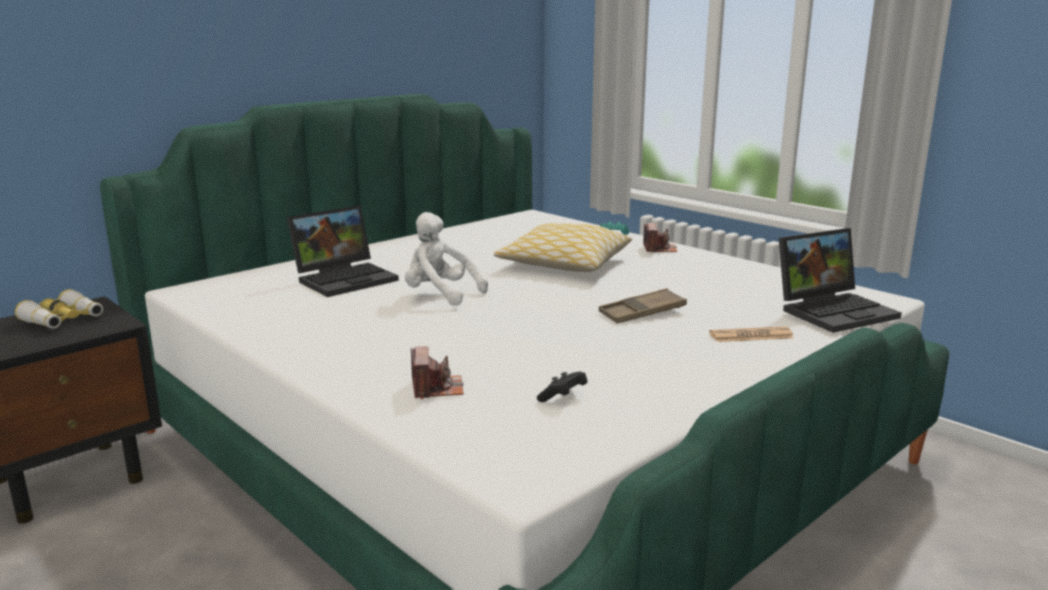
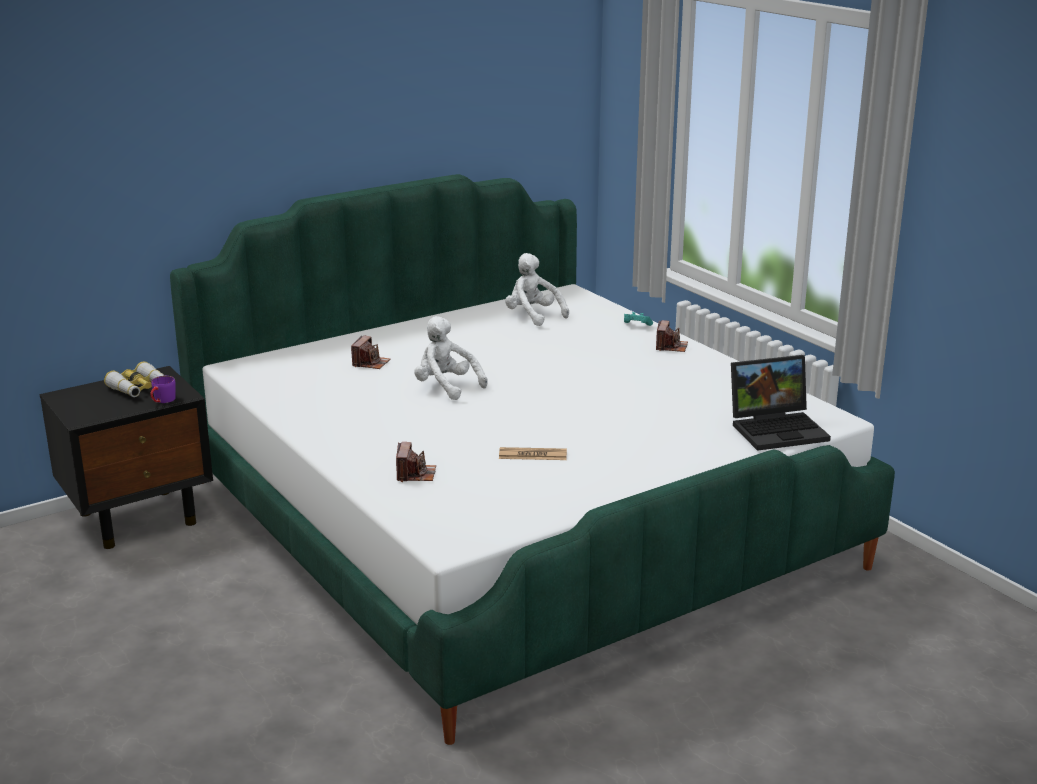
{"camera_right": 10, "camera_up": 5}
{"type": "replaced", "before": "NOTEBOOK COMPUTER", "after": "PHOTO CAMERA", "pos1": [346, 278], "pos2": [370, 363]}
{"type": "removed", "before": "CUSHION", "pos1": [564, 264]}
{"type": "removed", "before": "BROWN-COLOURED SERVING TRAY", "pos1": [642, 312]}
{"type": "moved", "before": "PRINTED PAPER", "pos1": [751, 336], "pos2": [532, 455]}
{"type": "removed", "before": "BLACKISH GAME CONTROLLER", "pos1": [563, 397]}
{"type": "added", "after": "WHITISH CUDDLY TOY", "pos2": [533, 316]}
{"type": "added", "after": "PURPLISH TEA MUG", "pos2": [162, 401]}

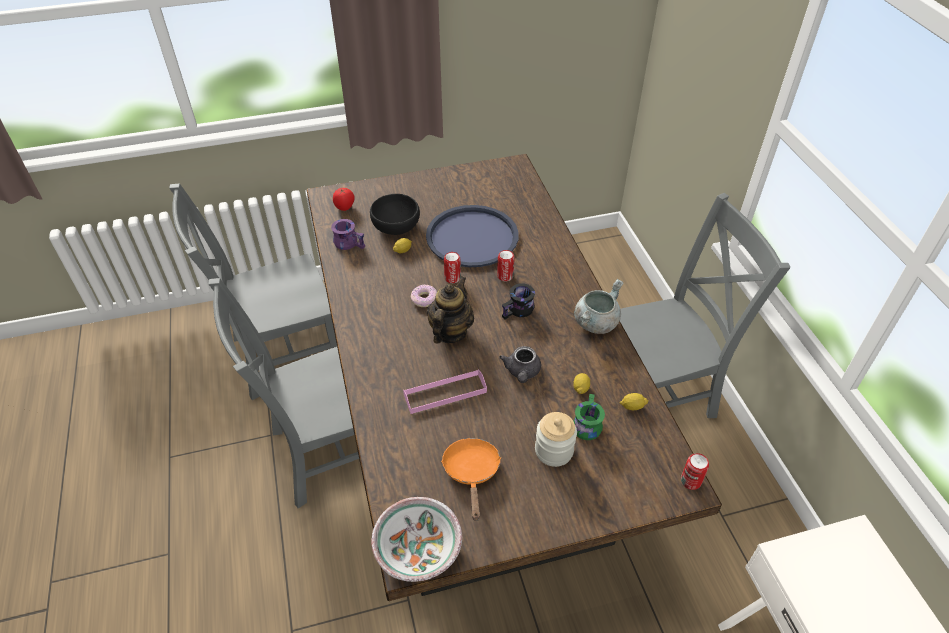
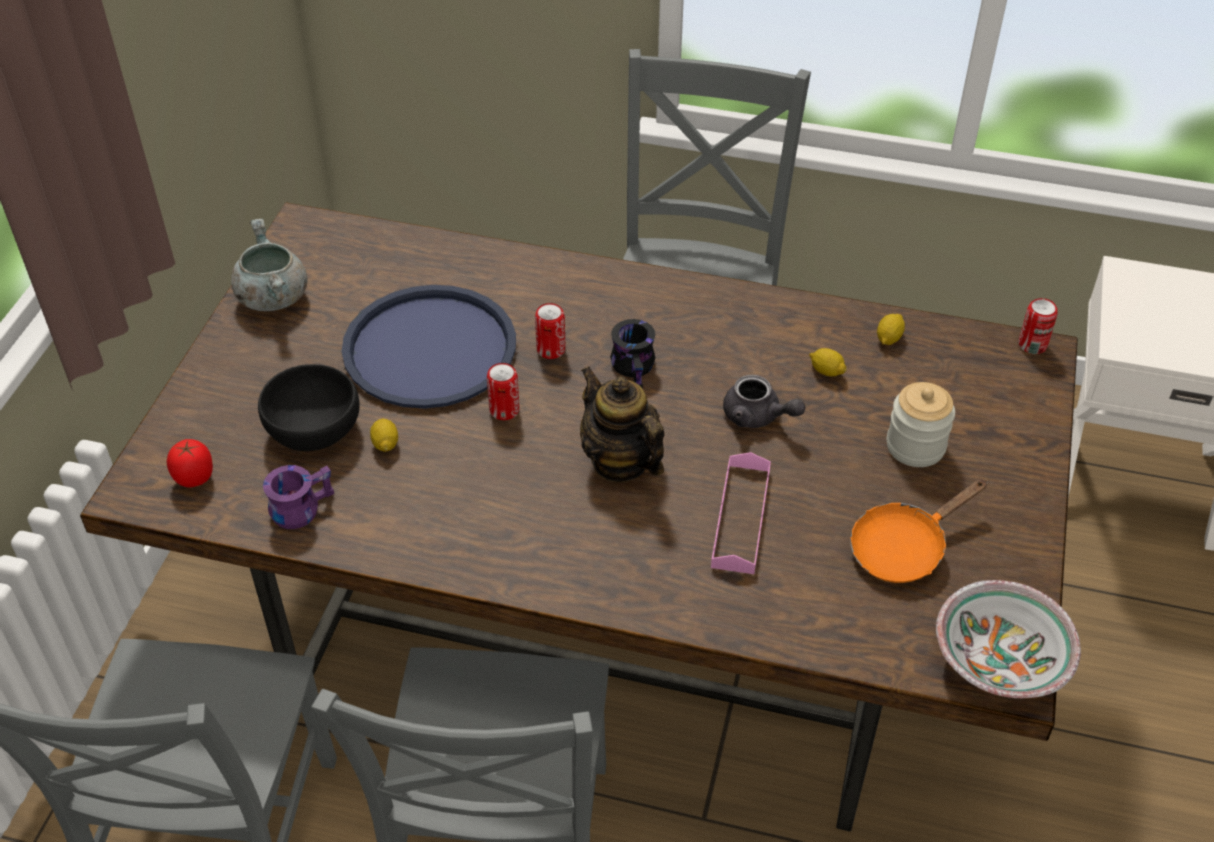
{"camera_right": -60, "camera_up": 0}
{"type": "moved", "before": "GREY STOCKPOT", "pos1": [595, 322], "pos2": [272, 297]}
{"type": "removed", "before": "DOUGHNUT", "pos1": [424, 299]}
{"type": "removed", "before": "GREEN-COLOURED TEA MUG", "pos1": [585, 424]}
{"type": "turned", "before": "ORANGE-COLOURED FRYING PAN", "pos1": [472, 472], "pos2": [904, 547], "turn": -60}

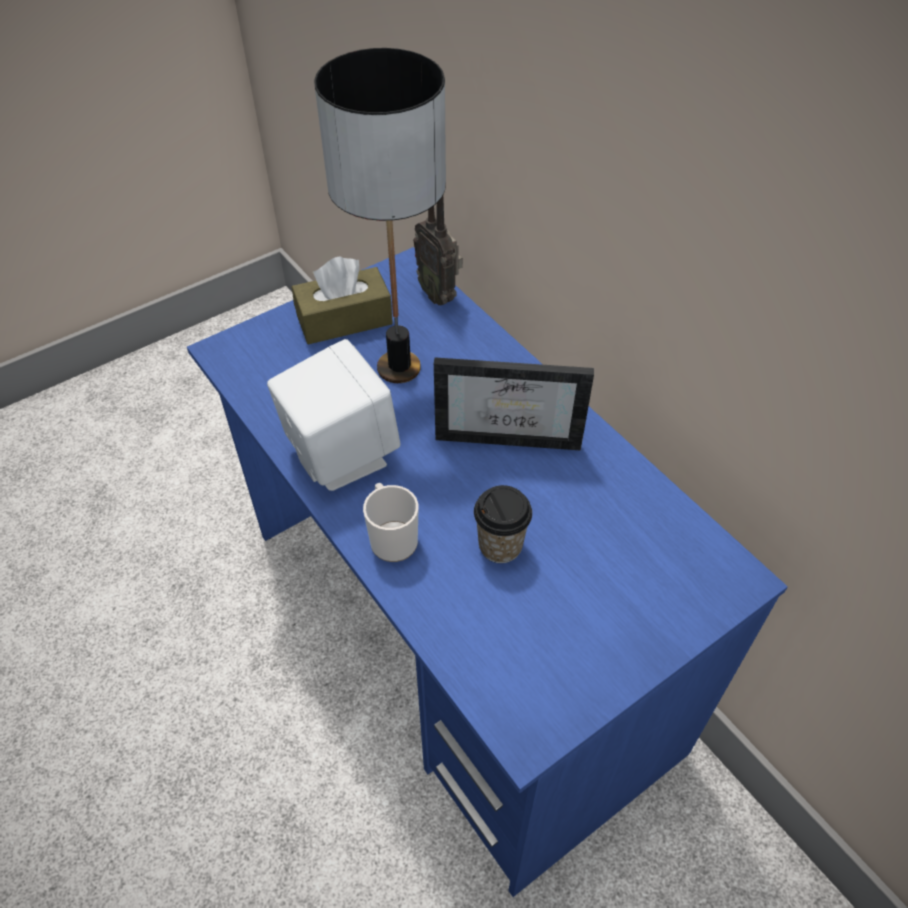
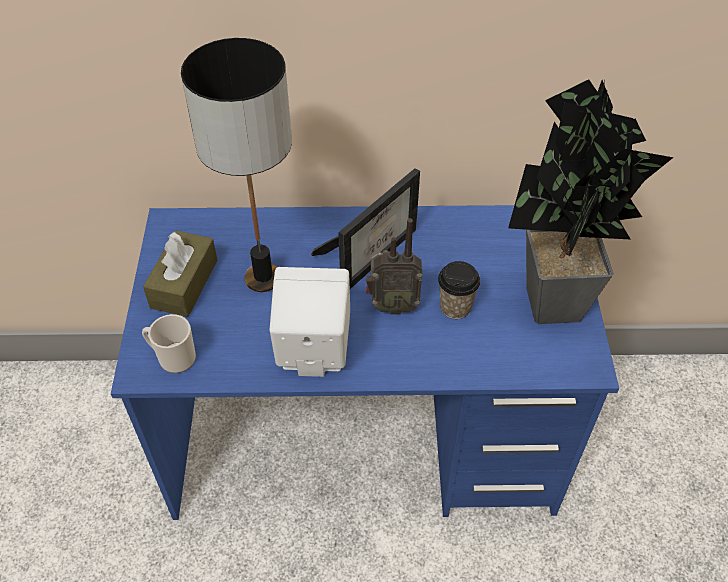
{"camera_right": -55, "camera_up": 0}
{"type": "moved", "before": "RADIO SET", "pos1": [439, 295], "pos2": [392, 305]}
{"type": "moved", "before": "TEA MUG", "pos1": [392, 538], "pos2": [173, 357]}
{"type": "added", "after": "POTTED PLANT", "pos2": [550, 312]}

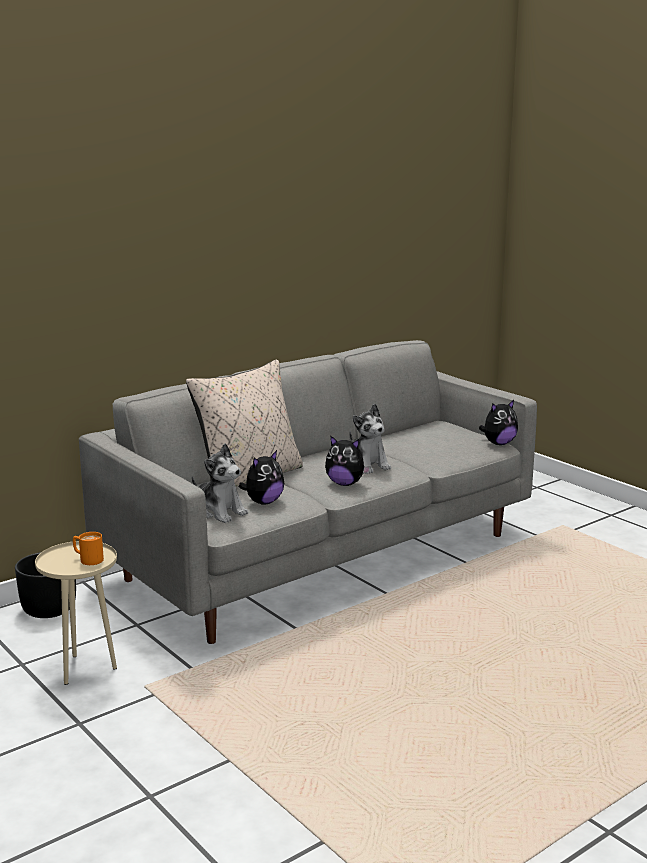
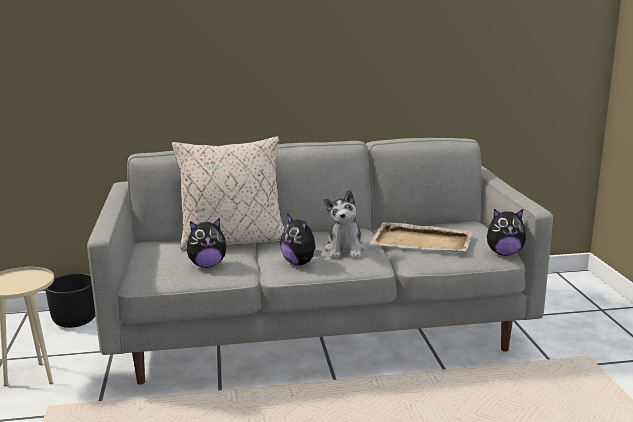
{"camera_right": 30, "camera_up": 0}
{"type": "removed", "before": "CUDDLY TOY", "pos1": [219, 512]}
{"type": "removed", "before": "ORANGE-COLOURED TEA MUG", "pos1": [87, 559]}
{"type": "added", "after": "BEIGE-COLOURED SERVING TRAY", "pos2": [423, 241]}

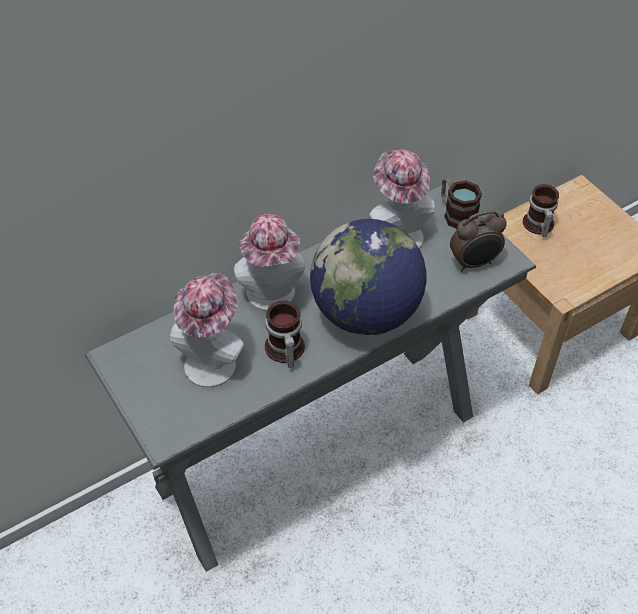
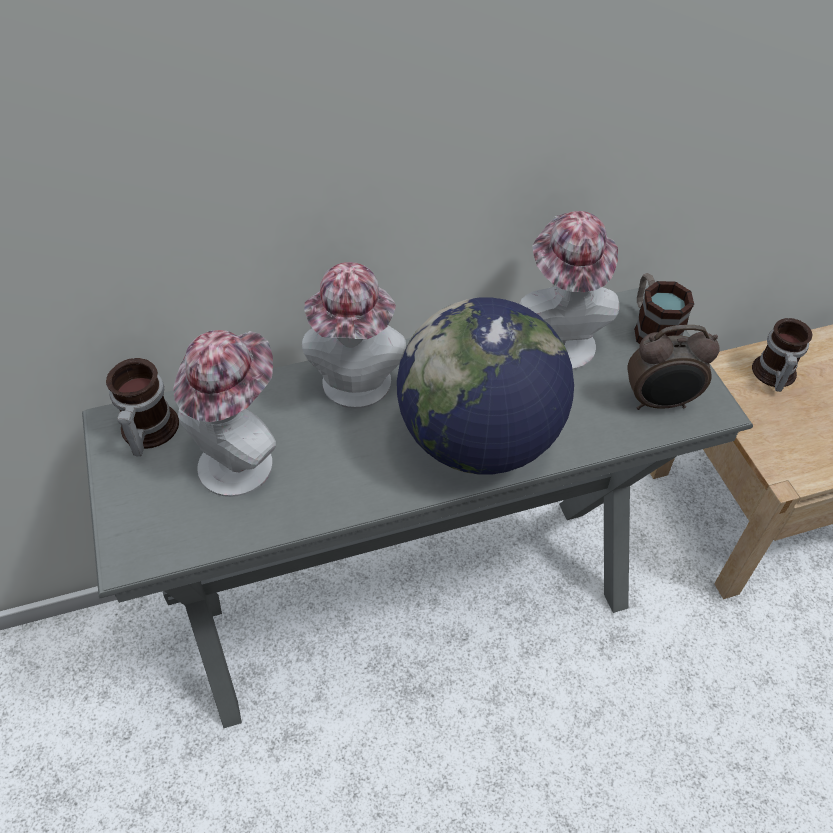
{"camera_right": 15, "camera_up": 0}
{"type": "moved", "before": "TEA MUG", "pos1": [283, 350], "pos2": [146, 431]}

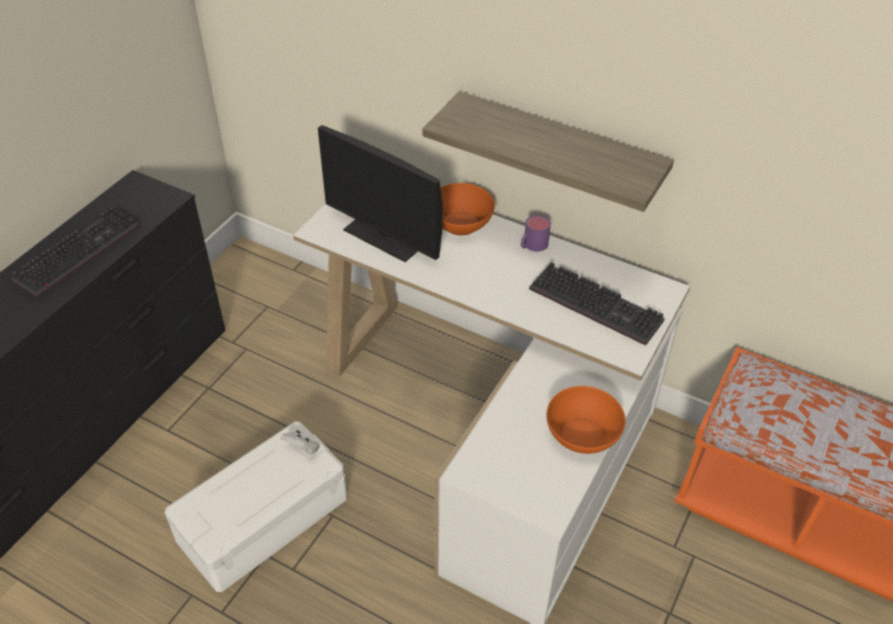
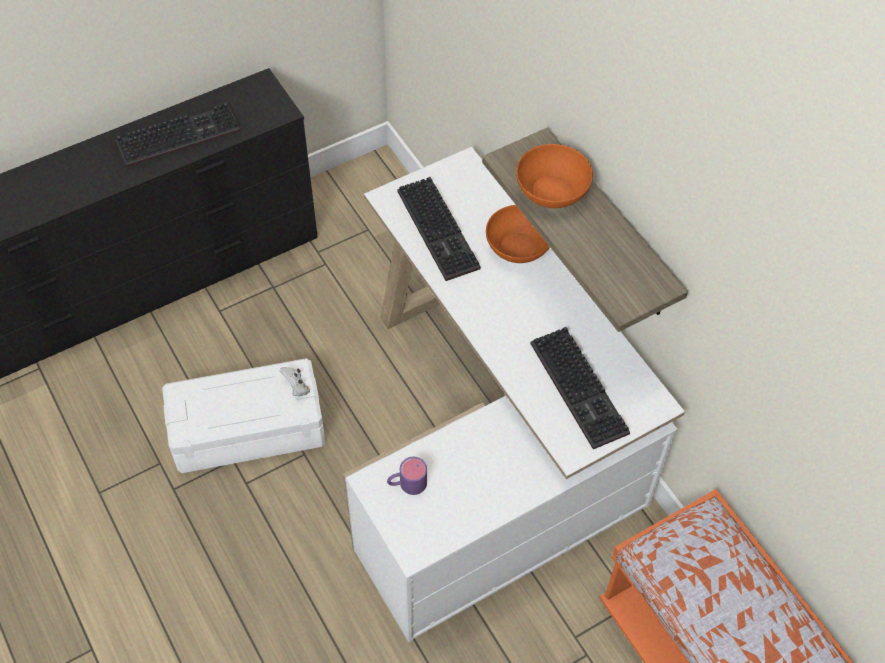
{"camera_right": 30, "camera_up": 10}
{"type": "replaced", "before": "COMPUTER SCREEN", "after": "KEYBOARD", "pos1": [385, 236], "pos2": [441, 230]}
{"type": "moved", "before": "PURPLISH TEA MUG", "pos1": [532, 246], "pos2": [407, 484]}
{"type": "moved", "before": "ORANGE-COLOURED DEEP DISH", "pos1": [582, 435], "pos2": [552, 192]}

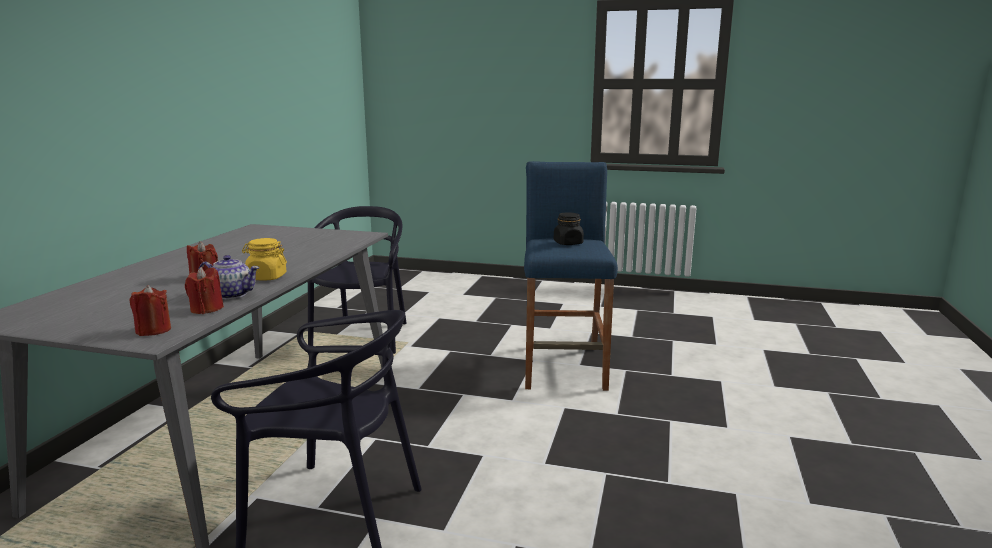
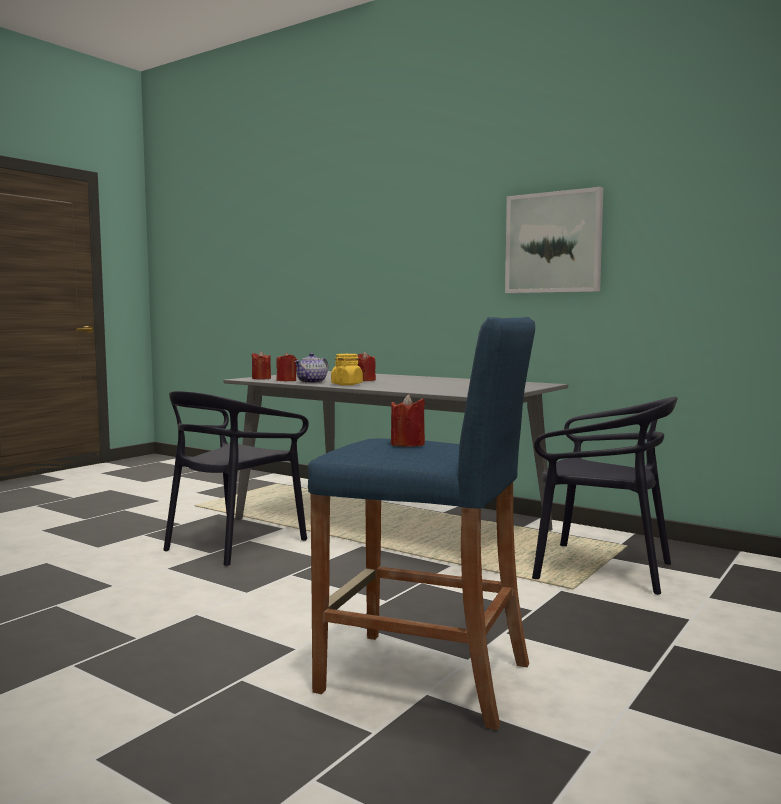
{"camera_right": 110, "camera_up": -10}
{"type": "replaced", "before": "BLACKISH PRESERVE JAR", "after": "REDDISH WAX CANDLE", "pos1": [568, 243], "pos2": [407, 444]}
{"type": "added", "after": "PICTURE", "pos2": [553, 242]}

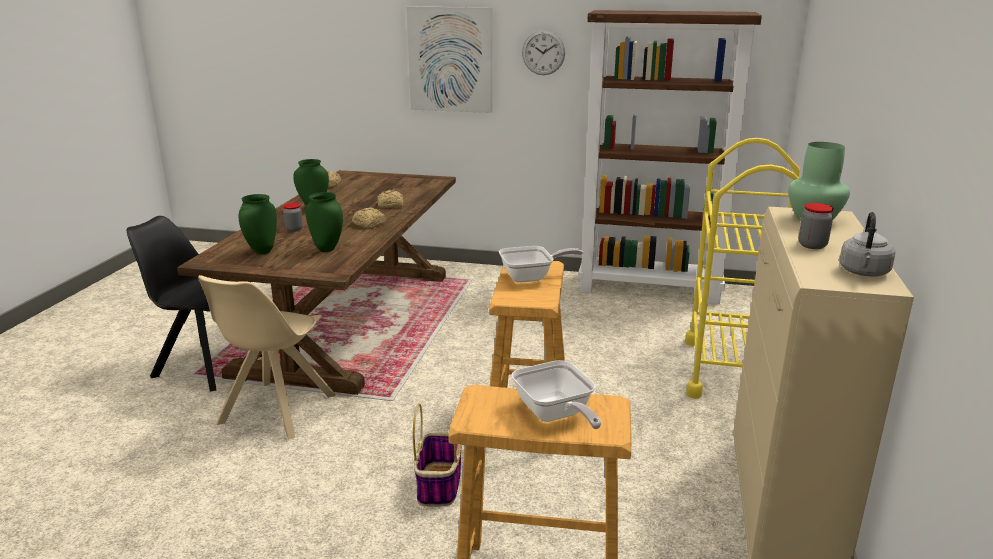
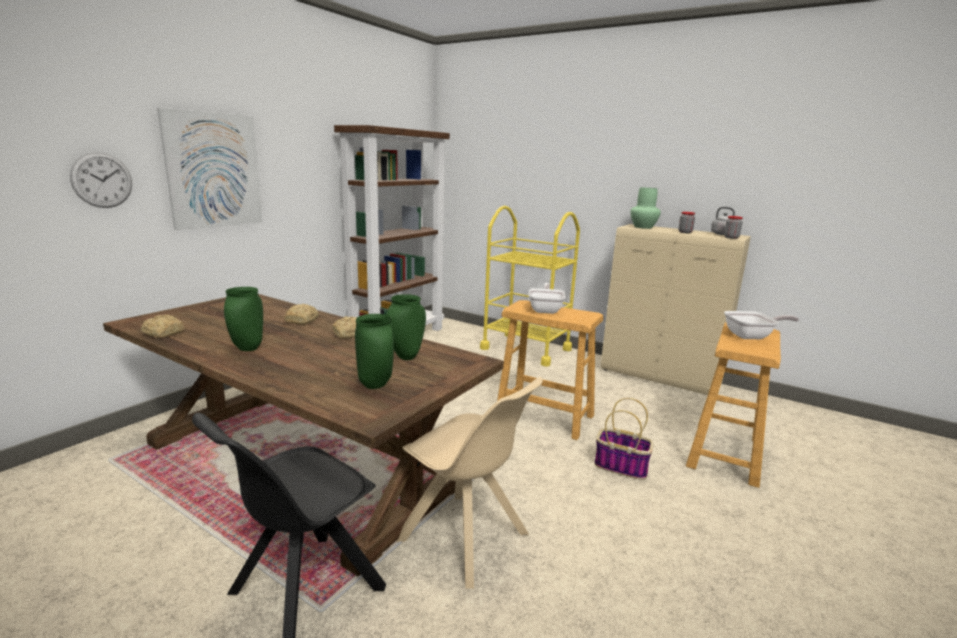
{"camera_right": -70, "camera_up": -5}
{"type": "moved", "before": "WALL CLOCK", "pos1": [543, 52], "pos2": [102, 180]}
{"type": "moved", "before": "PRESERVE JAR", "pos1": [294, 229], "pos2": [731, 238]}

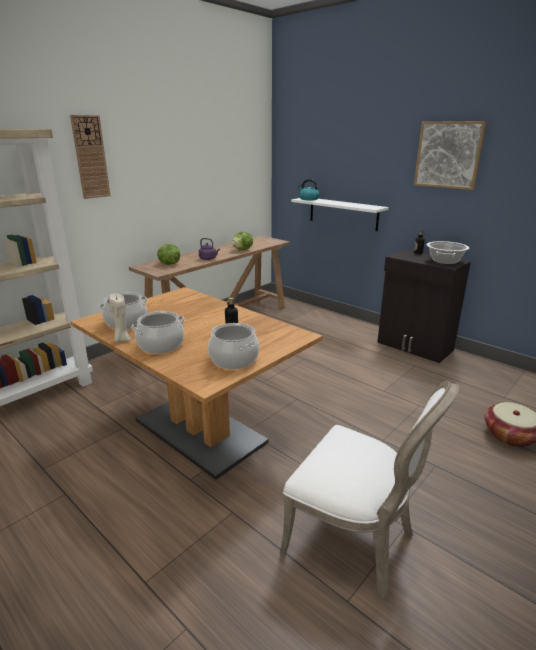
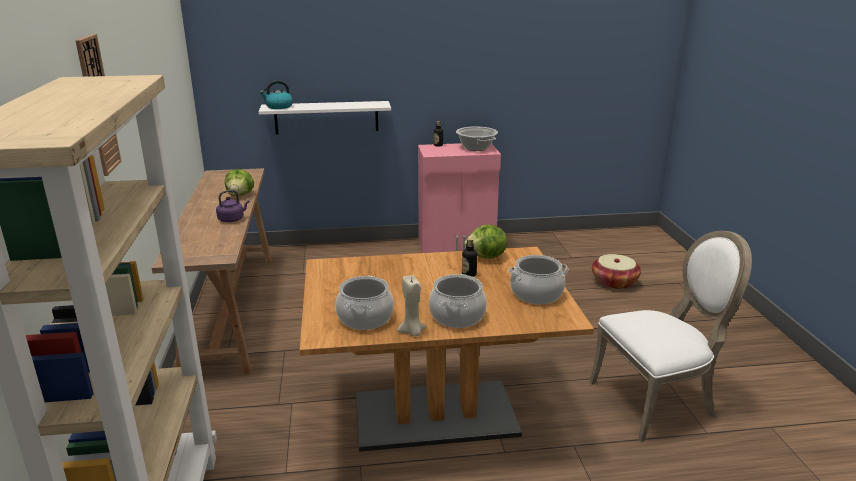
{"camera_right": -50, "camera_up": 0}
{"type": "removed", "before": "PICTURE", "pos1": [448, 155]}
{"type": "moved", "before": "LETTUCE", "pos1": [168, 264], "pos2": [486, 257]}
{"type": "recoloured", "before": "BLACKISH STORAGE CABINET", "after": "PINK STORAGE CABINET", "pos1": [414, 347], "pos2": [457, 246]}

